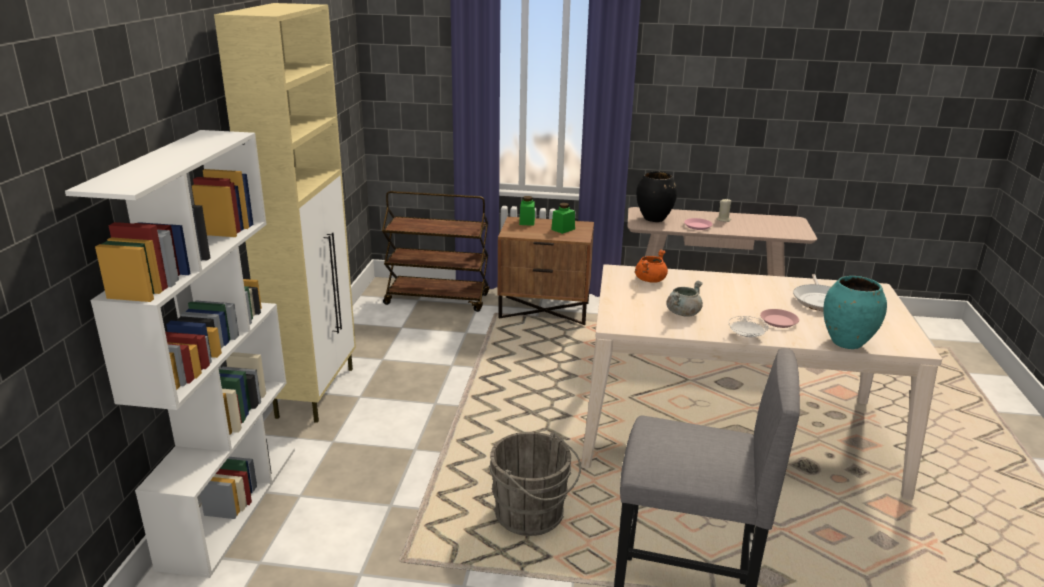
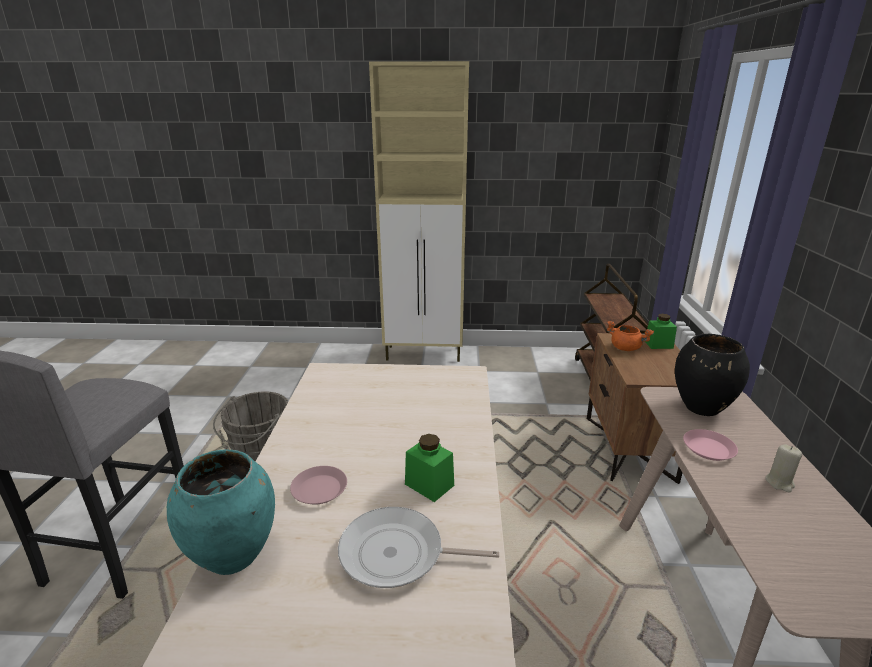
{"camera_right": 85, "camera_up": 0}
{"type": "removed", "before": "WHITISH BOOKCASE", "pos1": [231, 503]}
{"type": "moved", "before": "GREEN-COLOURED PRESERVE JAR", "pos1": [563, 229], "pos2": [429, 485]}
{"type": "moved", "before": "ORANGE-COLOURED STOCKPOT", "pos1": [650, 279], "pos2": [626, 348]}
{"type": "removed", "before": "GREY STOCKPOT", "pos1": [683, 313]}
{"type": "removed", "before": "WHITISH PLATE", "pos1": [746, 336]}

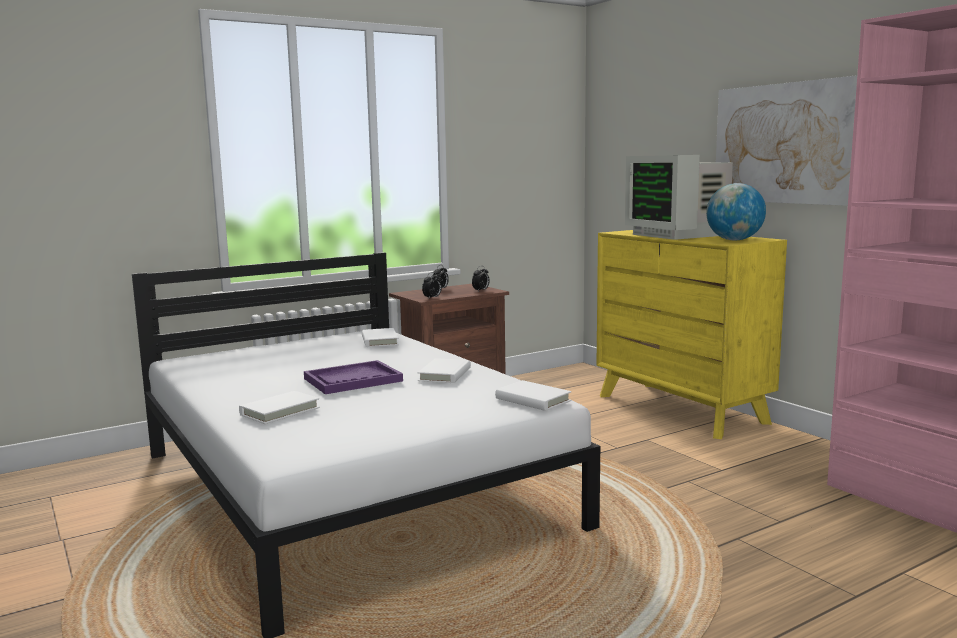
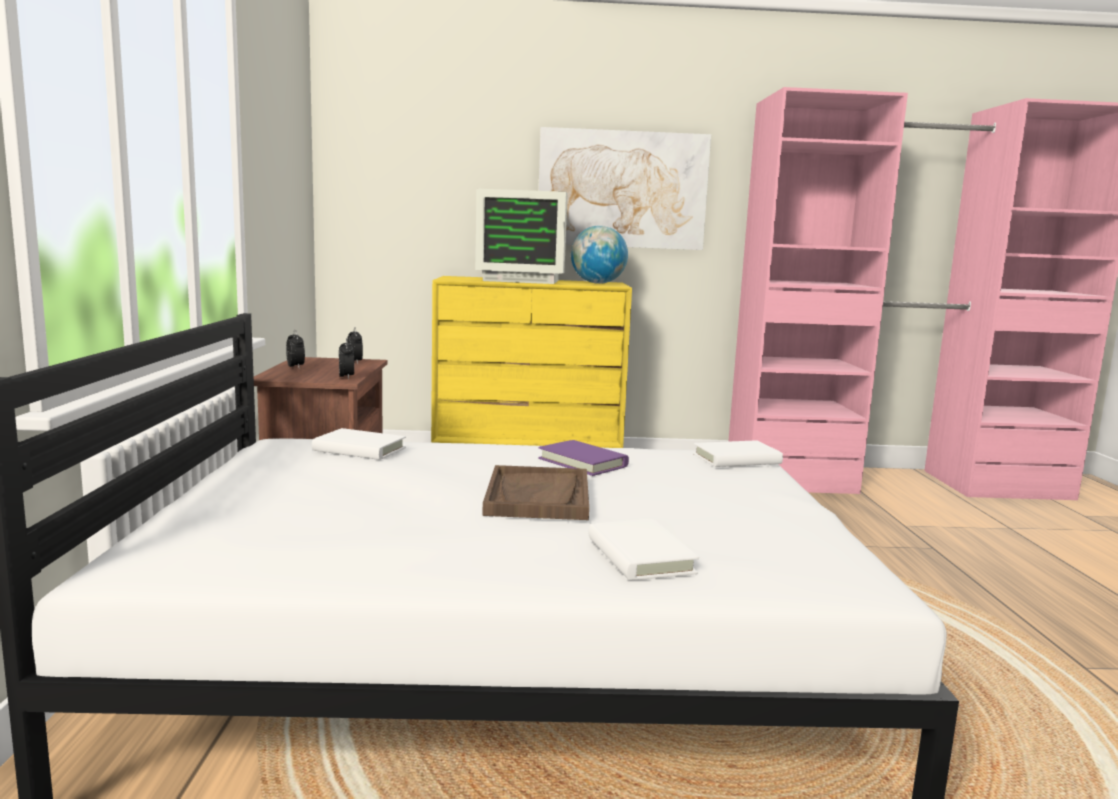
{"camera_right": -60, "camera_up": 0}
{"type": "recoloured", "before": "WHITISH BOUND BOOK", "after": "PURPLISH BOUND BOOK", "pos1": [445, 374], "pos2": [582, 462]}
{"type": "recoloured", "before": "PURPLISH SERVING TRAY", "after": "BROWN-COLOURED SERVING TRAY", "pos1": [353, 380], "pos2": [538, 496]}

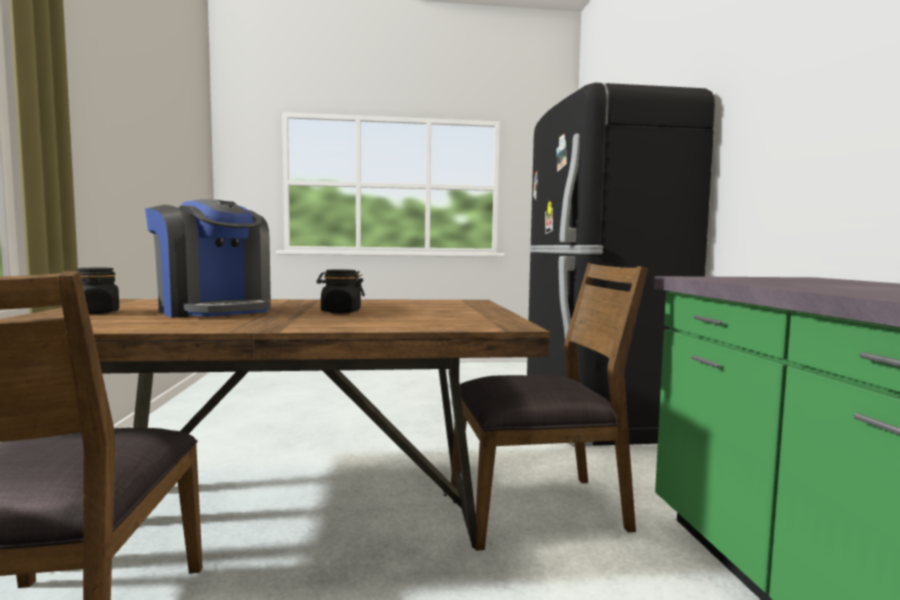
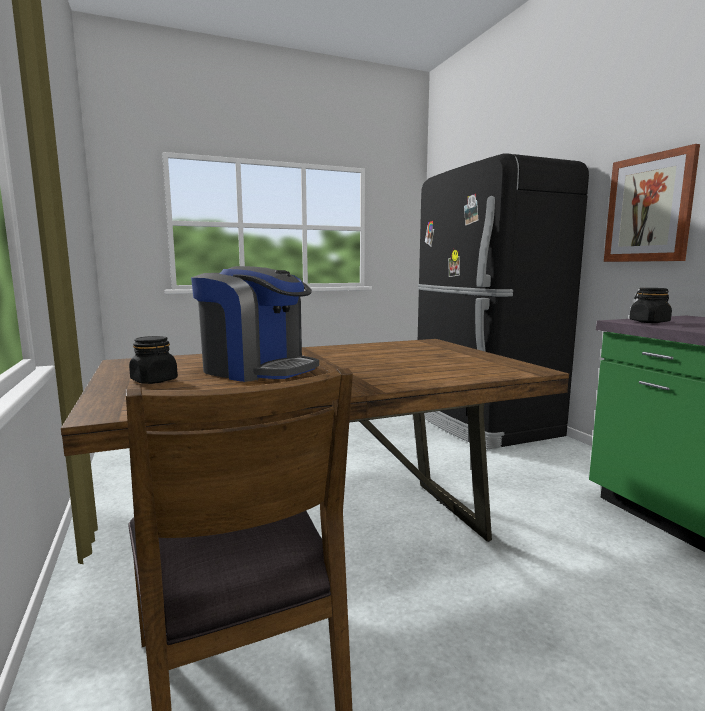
{"camera_right": -15, "camera_up": 5}
{"type": "removed", "before": "BROWN-COLOURED PLAIN CHAIR", "pos1": [538, 508]}
{"type": "moved", "before": "BLACKISH PRESERVE JAR", "pos1": [341, 312], "pos2": [649, 322]}
{"type": "added", "after": "PICTURE", "pos2": [649, 209]}

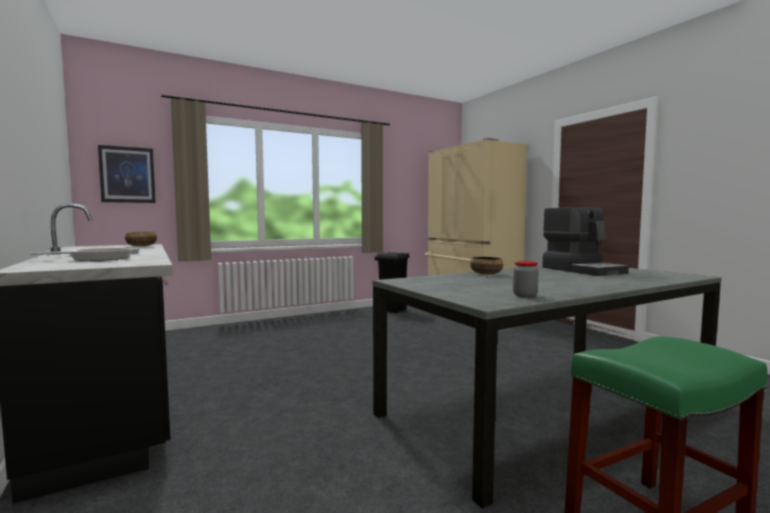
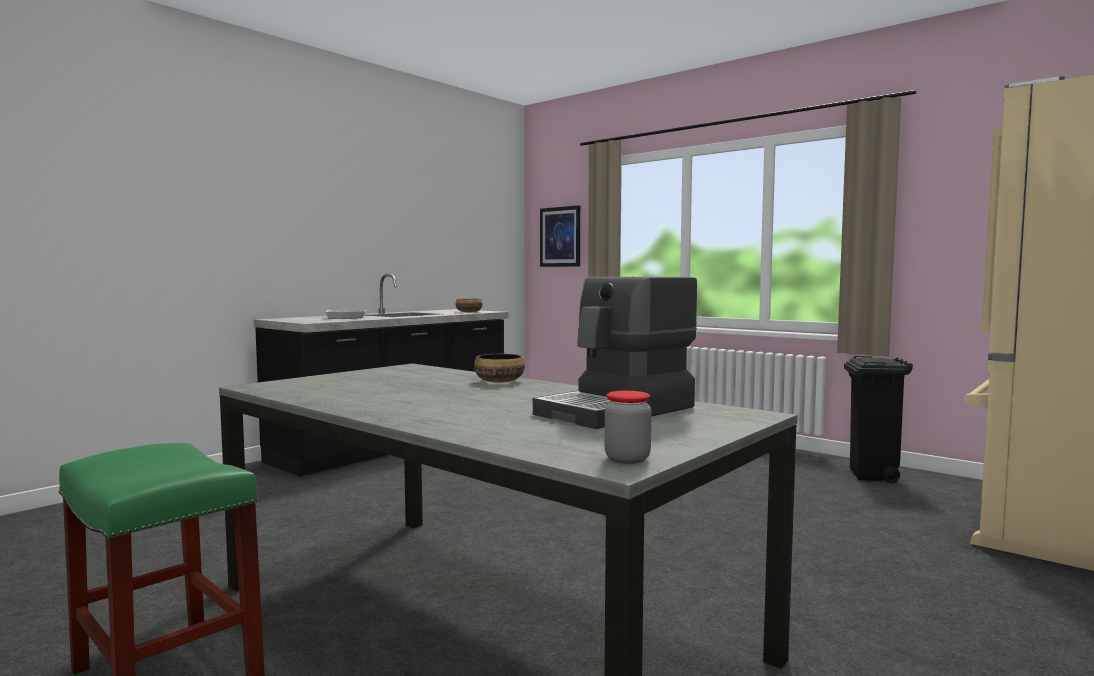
{"camera_right": 70, "camera_up": 0}
{"type": "moved", "before": "PRESERVE JAR", "pos1": [525, 295], "pos2": [627, 459]}

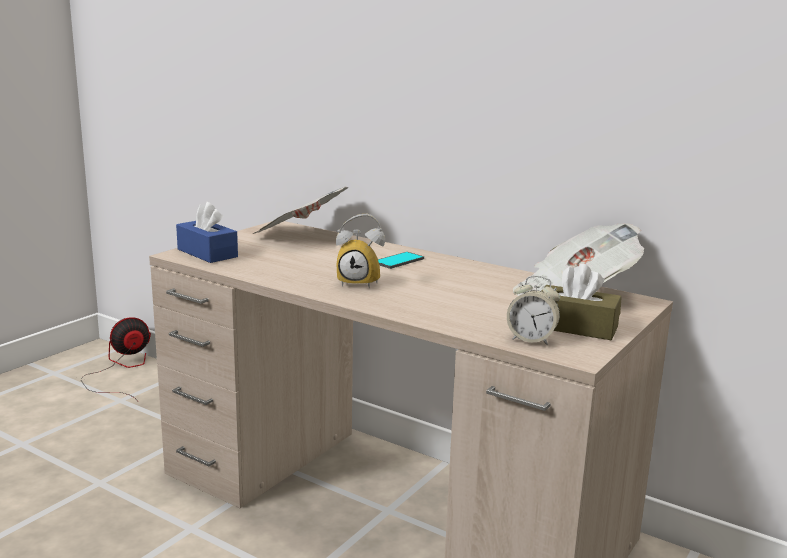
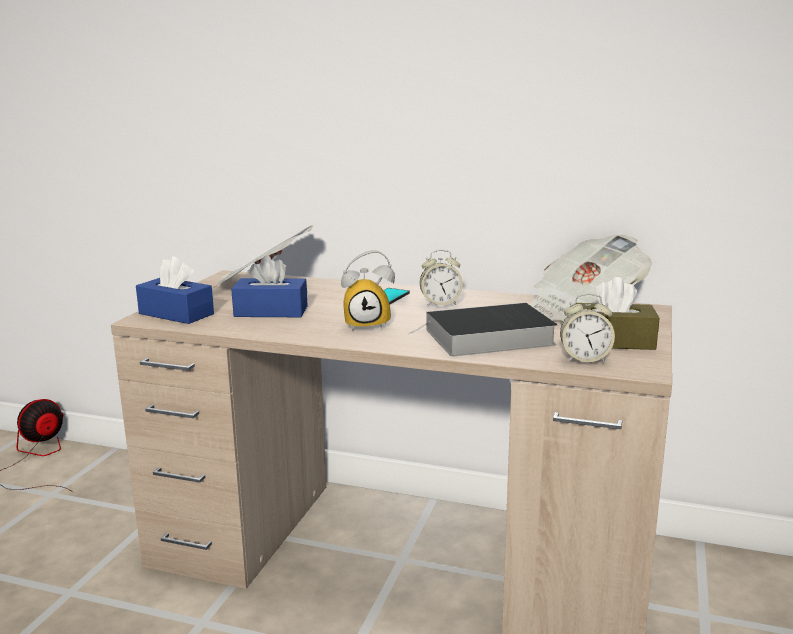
{"camera_right": -15, "camera_up": 0}
{"type": "added", "after": "BEDSIDE CLOCK", "pos2": [440, 304]}
{"type": "added", "after": "BLUE BOX OF TISSUES", "pos2": [271, 311]}
{"type": "added", "after": "BOUND BOOK", "pos2": [486, 338]}

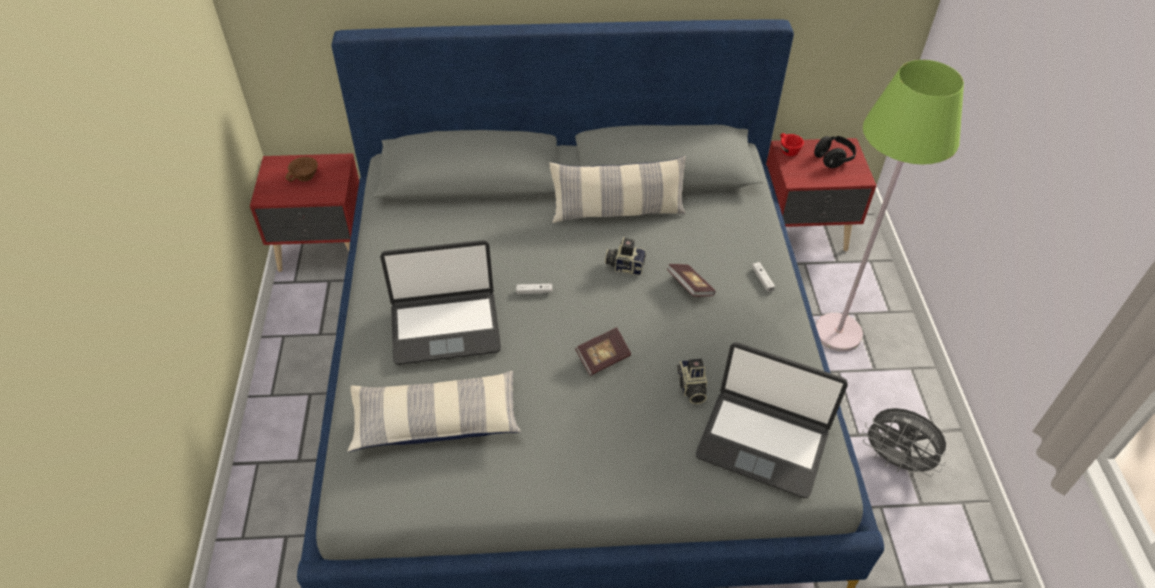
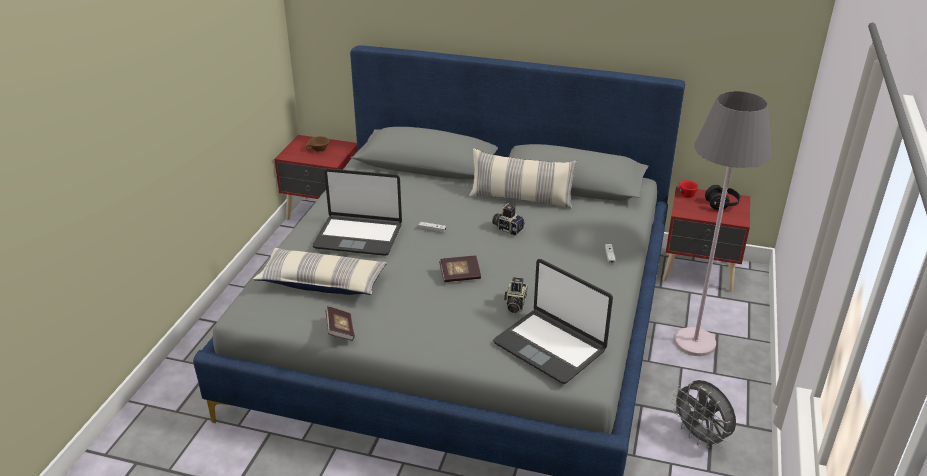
{"camera_right": 20, "camera_up": -15}
{"type": "recoloured", "before": "GREEN-COLOURED STANDARD LAMP", "after": "GREY STANDARD LAMP", "pos1": [838, 332], "pos2": [694, 342]}
{"type": "moved", "before": "BOUND BOOK", "pos1": [689, 287], "pos2": [340, 330]}

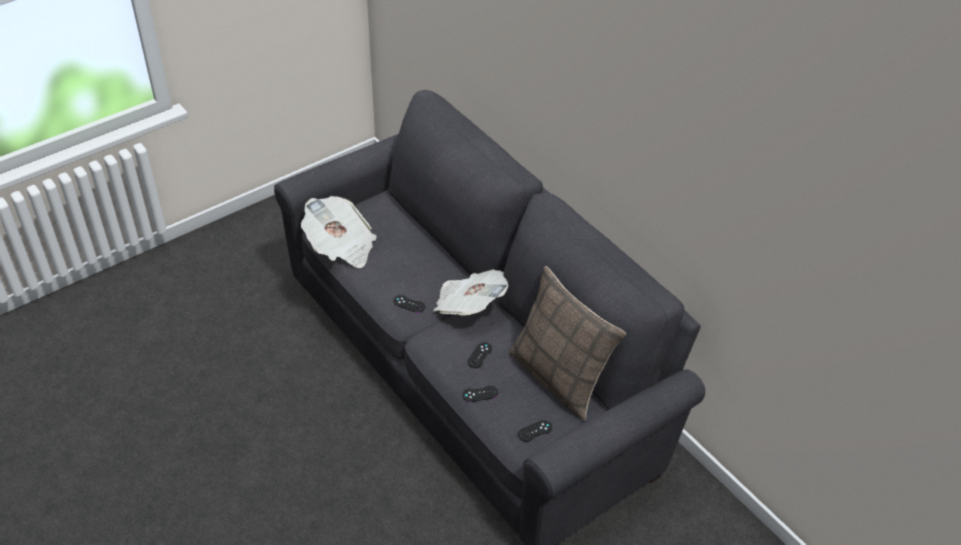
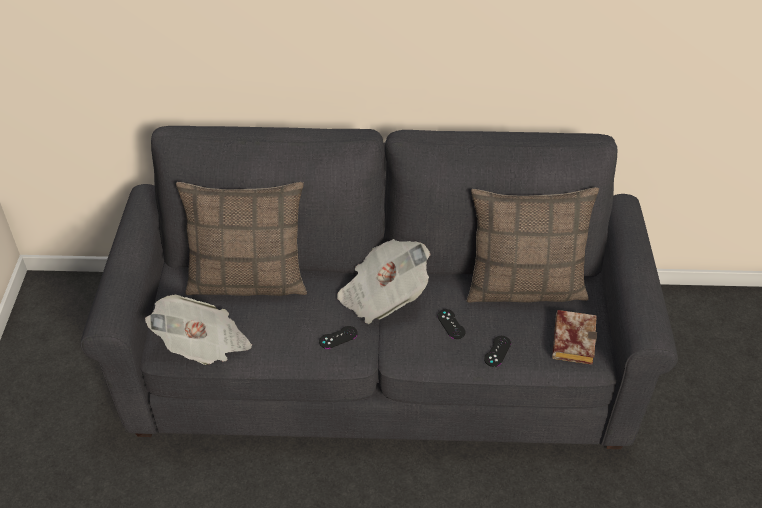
{"camera_right": -50, "camera_up": 0}
{"type": "replaced", "before": "BLACKISH GAME CONTROLLER", "after": "BOUND BOOK", "pos1": [535, 431], "pos2": [571, 339]}
{"type": "added", "after": "CUSHION", "pos2": [248, 280]}

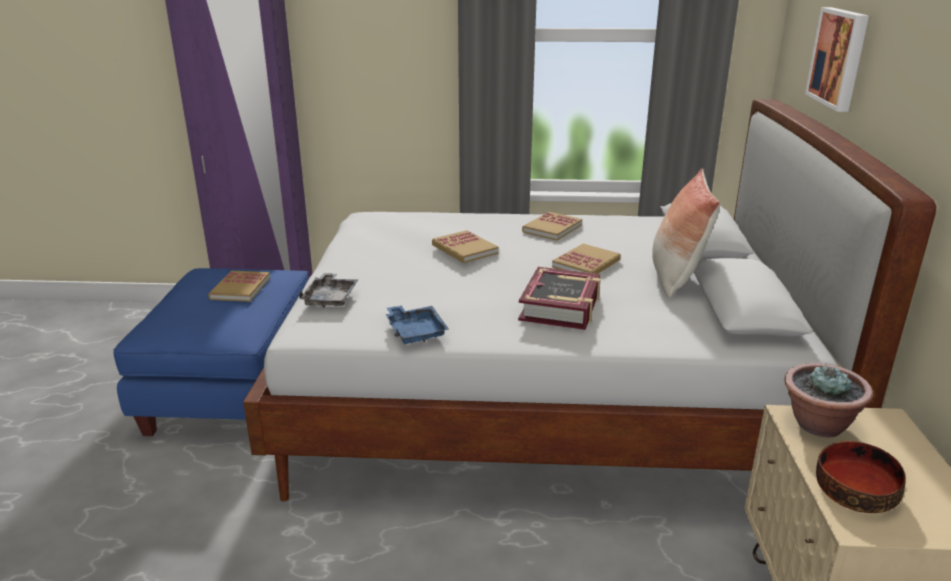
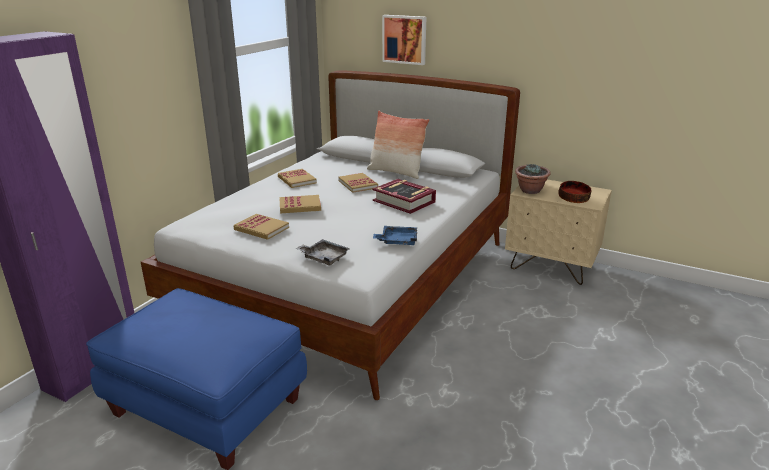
{"camera_right": -65, "camera_up": 0}
{"type": "moved", "before": "BOUND BOOK", "pos1": [240, 288], "pos2": [261, 228]}

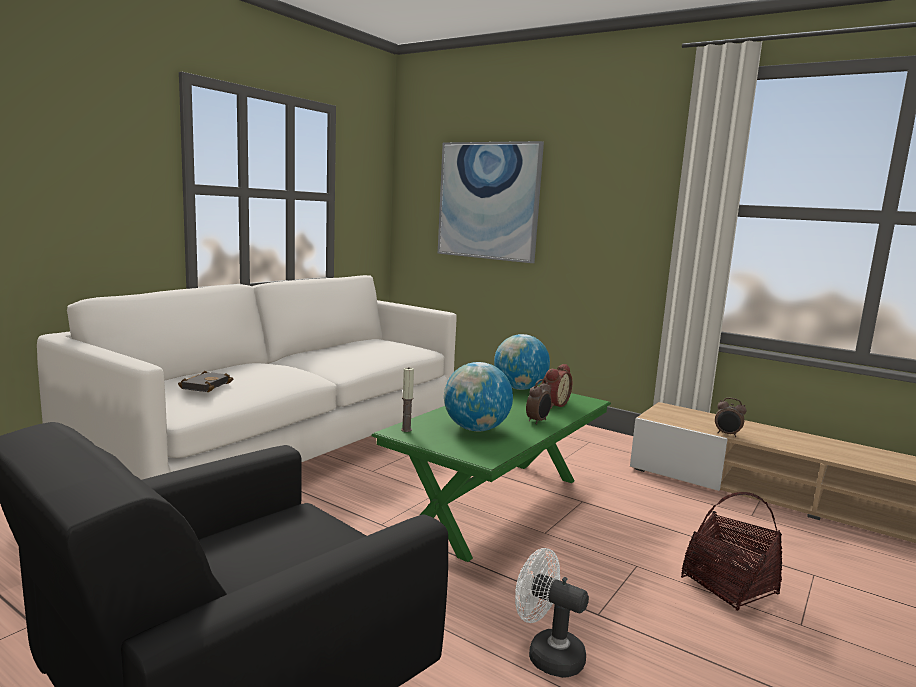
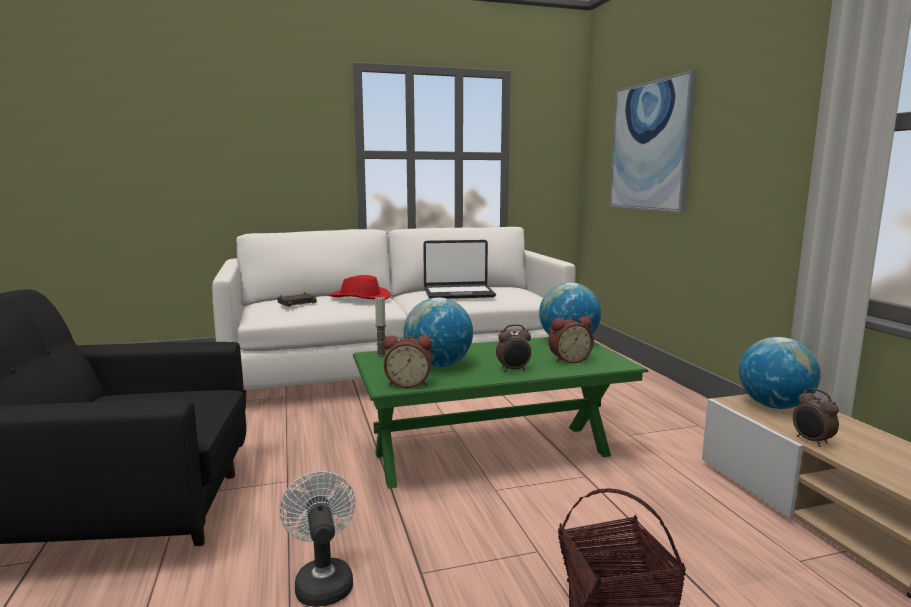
{"camera_right": 40, "camera_up": 0}
{"type": "added", "after": "NOTEBOOK COMPUTER", "pos2": [458, 293]}
{"type": "added", "after": "REDDISH HAT", "pos2": [359, 297]}
{"type": "added", "after": "BEDSIDE CLOCK", "pos2": [408, 383]}
{"type": "added", "after": "GLOBE", "pos2": [774, 406]}

